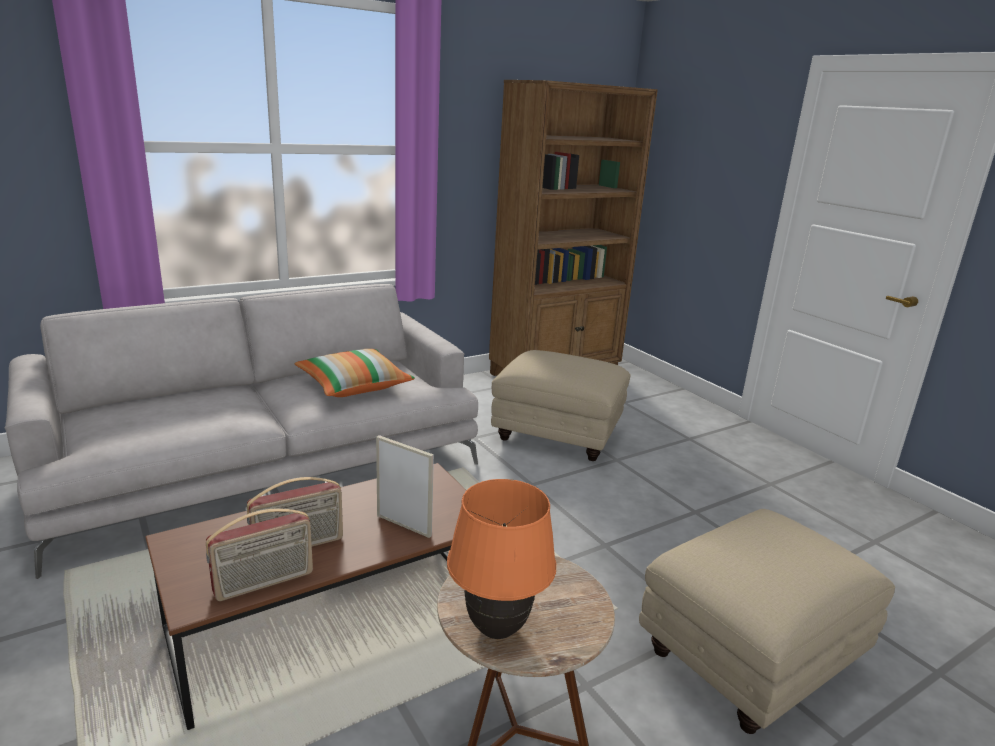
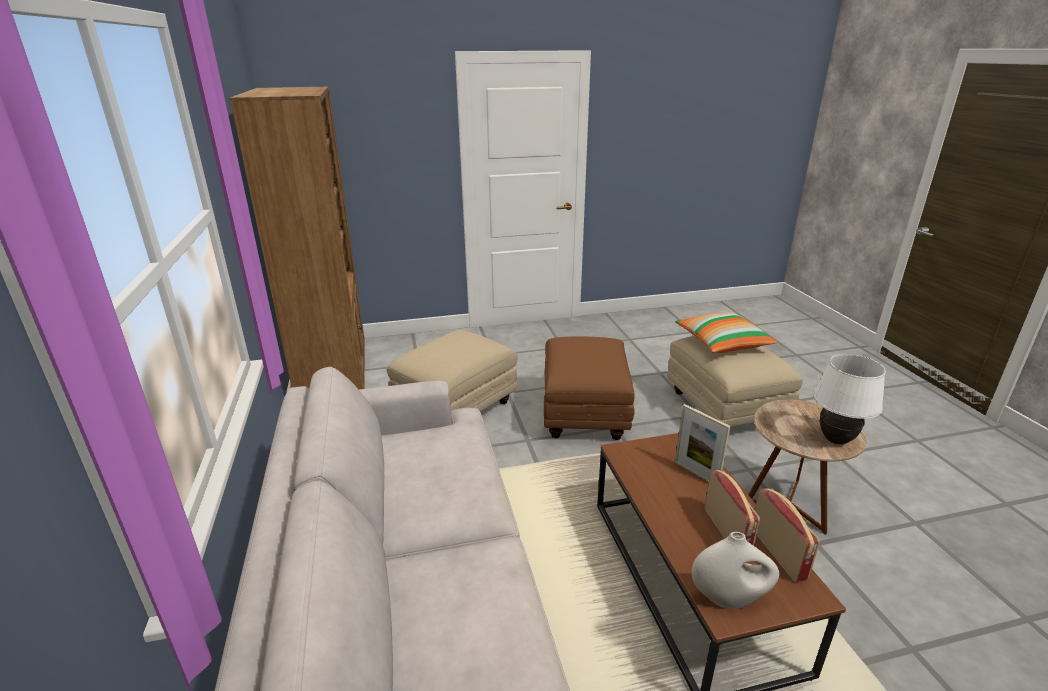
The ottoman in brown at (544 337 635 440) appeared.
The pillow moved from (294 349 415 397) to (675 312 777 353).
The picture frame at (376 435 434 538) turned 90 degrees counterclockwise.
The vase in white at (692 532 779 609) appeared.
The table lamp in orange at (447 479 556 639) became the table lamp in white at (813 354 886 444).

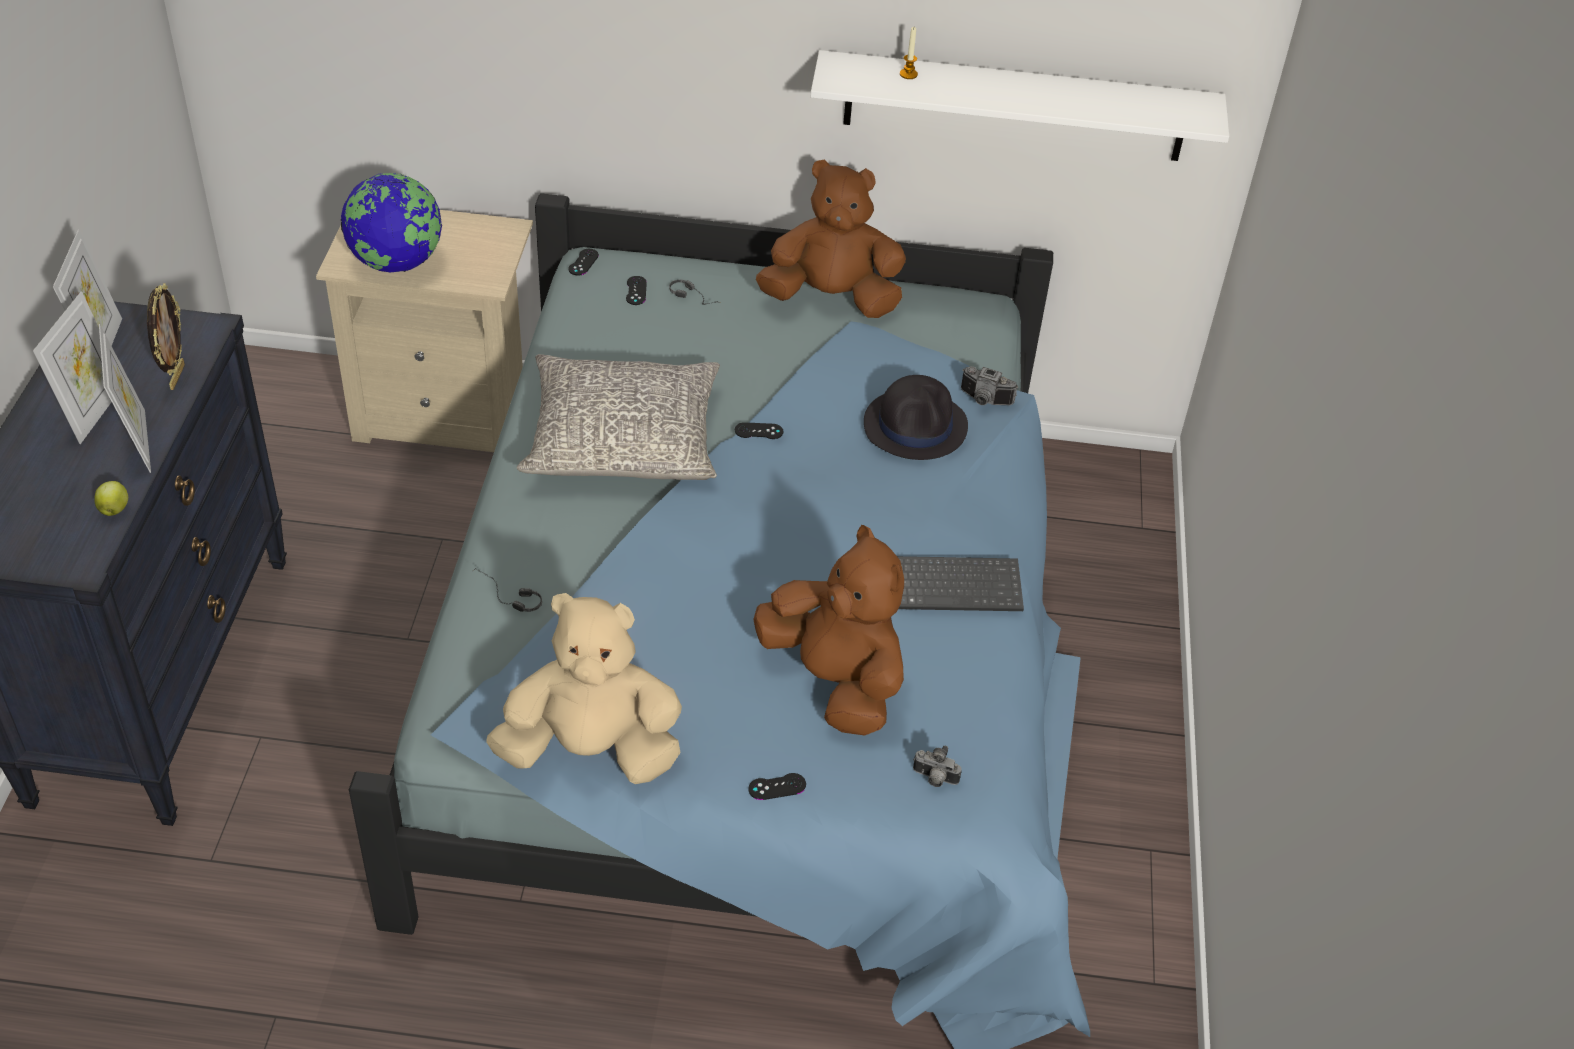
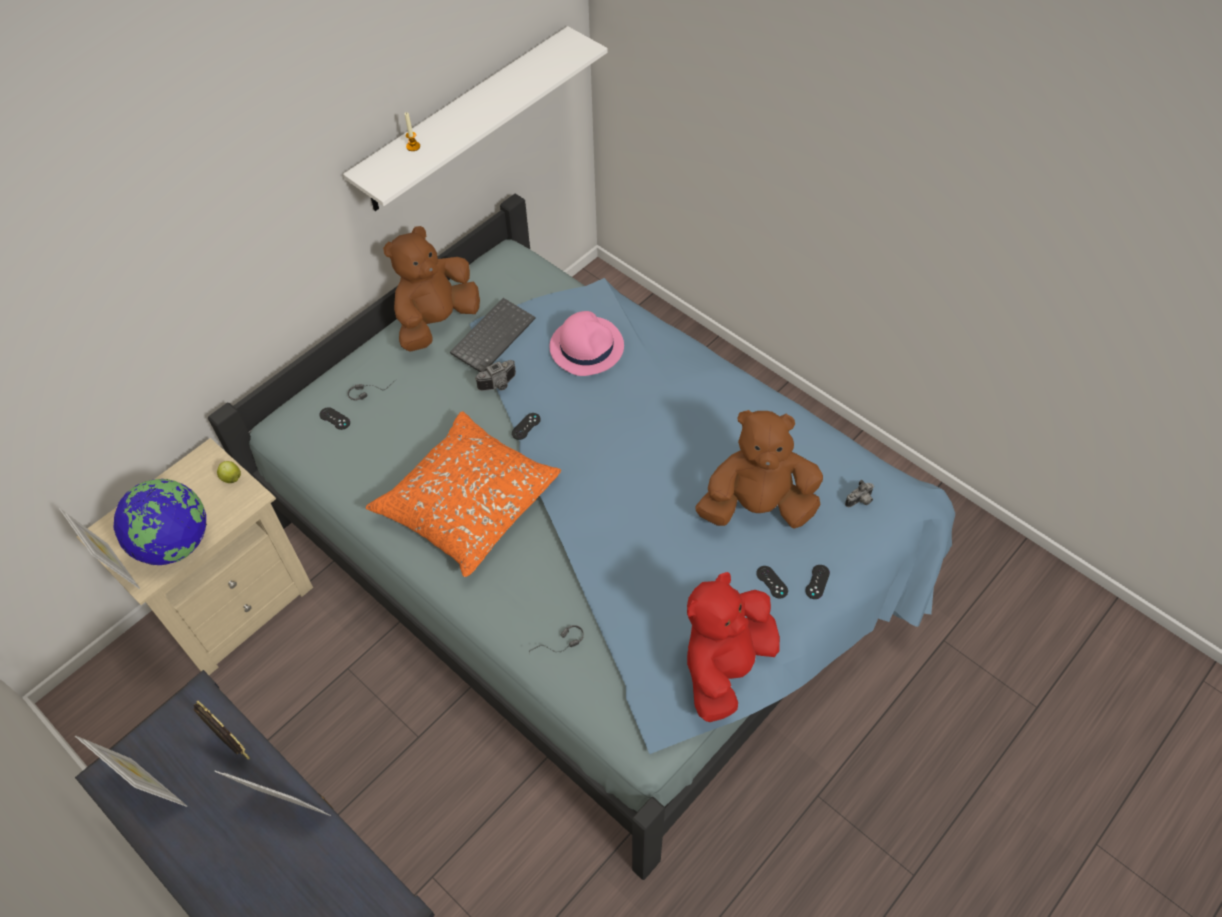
The picture frame moved from (33 291 112 444) to (59 508 140 589).
The apple moved from (94 481 128 516) to (217 461 241 483).
The pillow in grey at (517 354 720 480) became the pillow in orange at (366 411 561 577).
The keyboard moved from (897 556 1024 611) to (450 298 535 372).
The photo camera moved from (961 366 1018 405) to (475 360 516 391).
The hat in black at (864 375 968 460) became the hat in pink at (550 311 624 376).
The plush toy in beige at (486 593 682 784) became the plush toy in red at (687 572 780 722).
The game controller in black moved from (568 249 599 276) to (756 566 788 599).

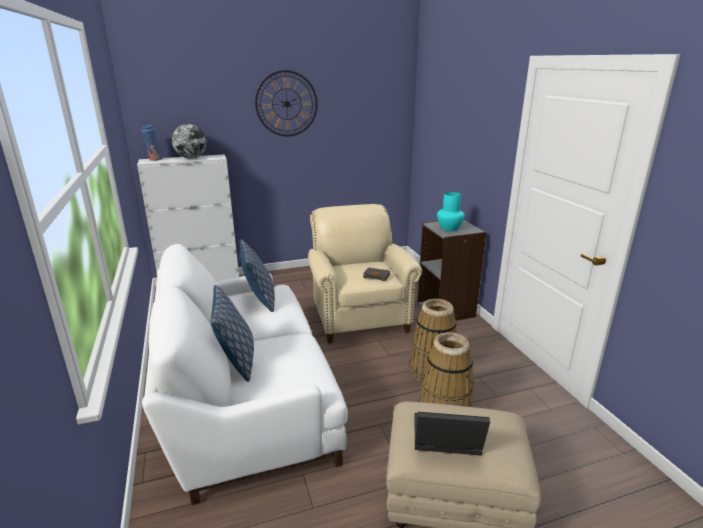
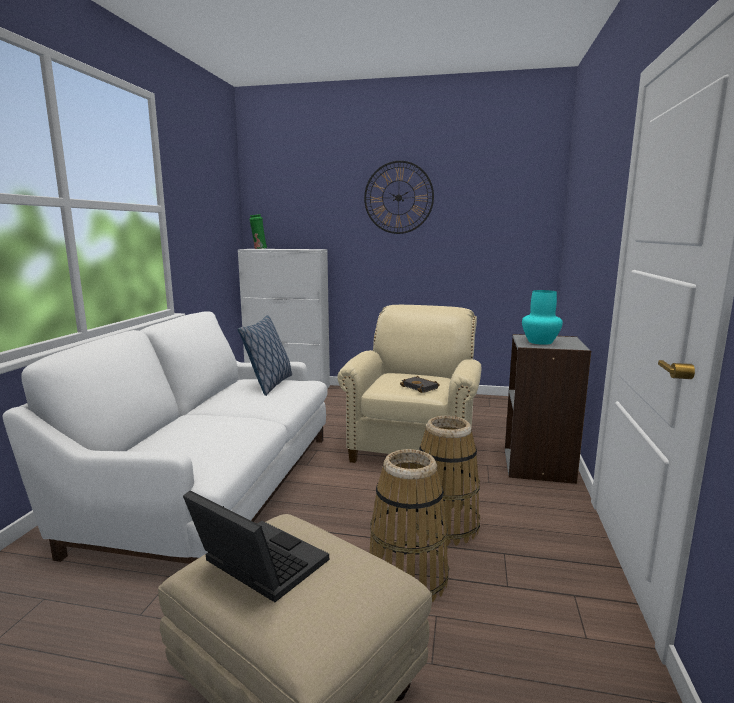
The vase in blue at (141 125 163 161) became the vase in green at (249 214 267 249).
The globe at (172 124 207 159) disappeared.
The pillow at (211 285 254 382) disappeared.

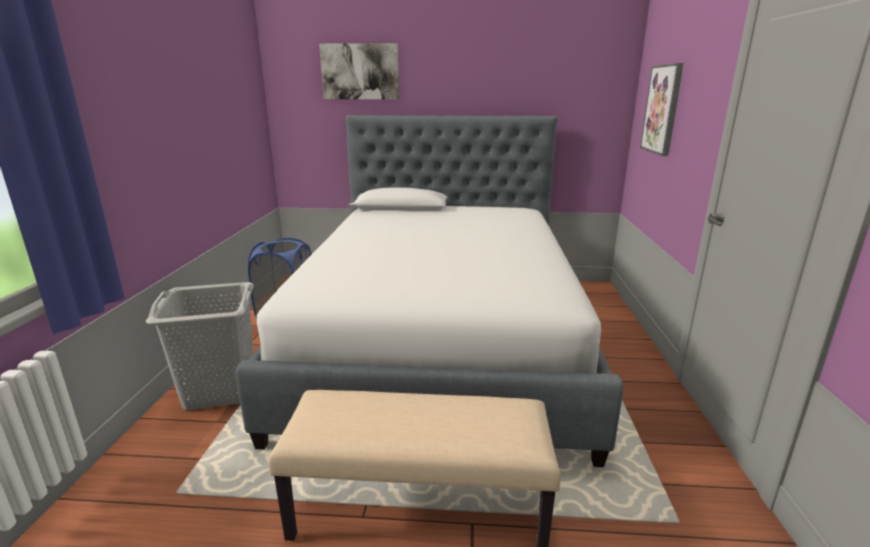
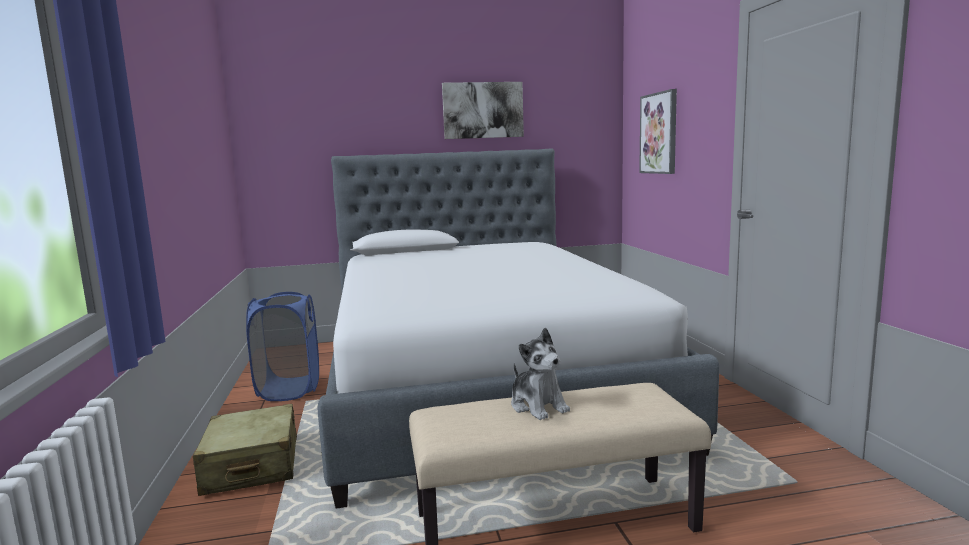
The laundry basket in grey at (146 282 254 410) was replaced by the suitcase in beige at (193 404 297 496).
The picture moved from (319 43 399 99) to (442 82 524 139).
The plush toy at (511 328 570 420) appeared.

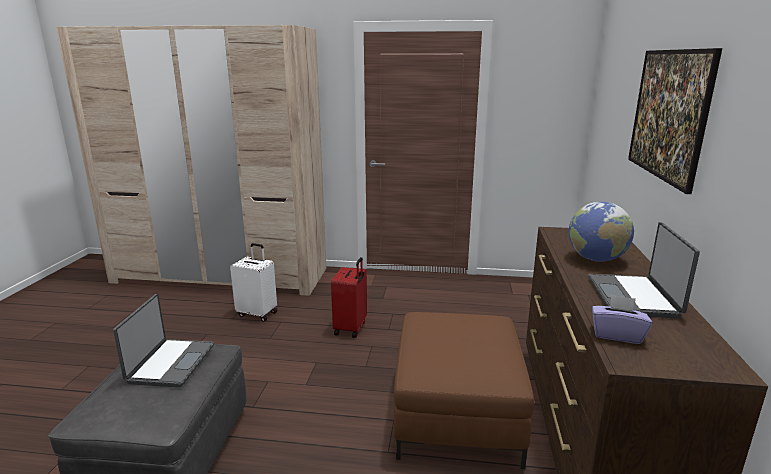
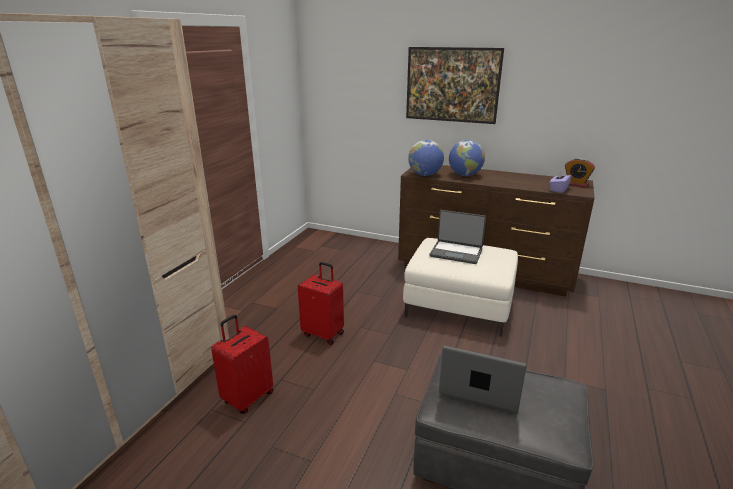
The suitcase in white at (230 243 277 322) became the suitcase in red at (211 315 273 414).
The ottoman in brown at (394 312 534 469) became the ottoman in white at (403 238 518 337).
The globe at (408 140 444 176) appeared.
The laptop moved from (588 222 700 319) to (429 210 486 264).
The alarm clock at (565 158 595 188) appeared.

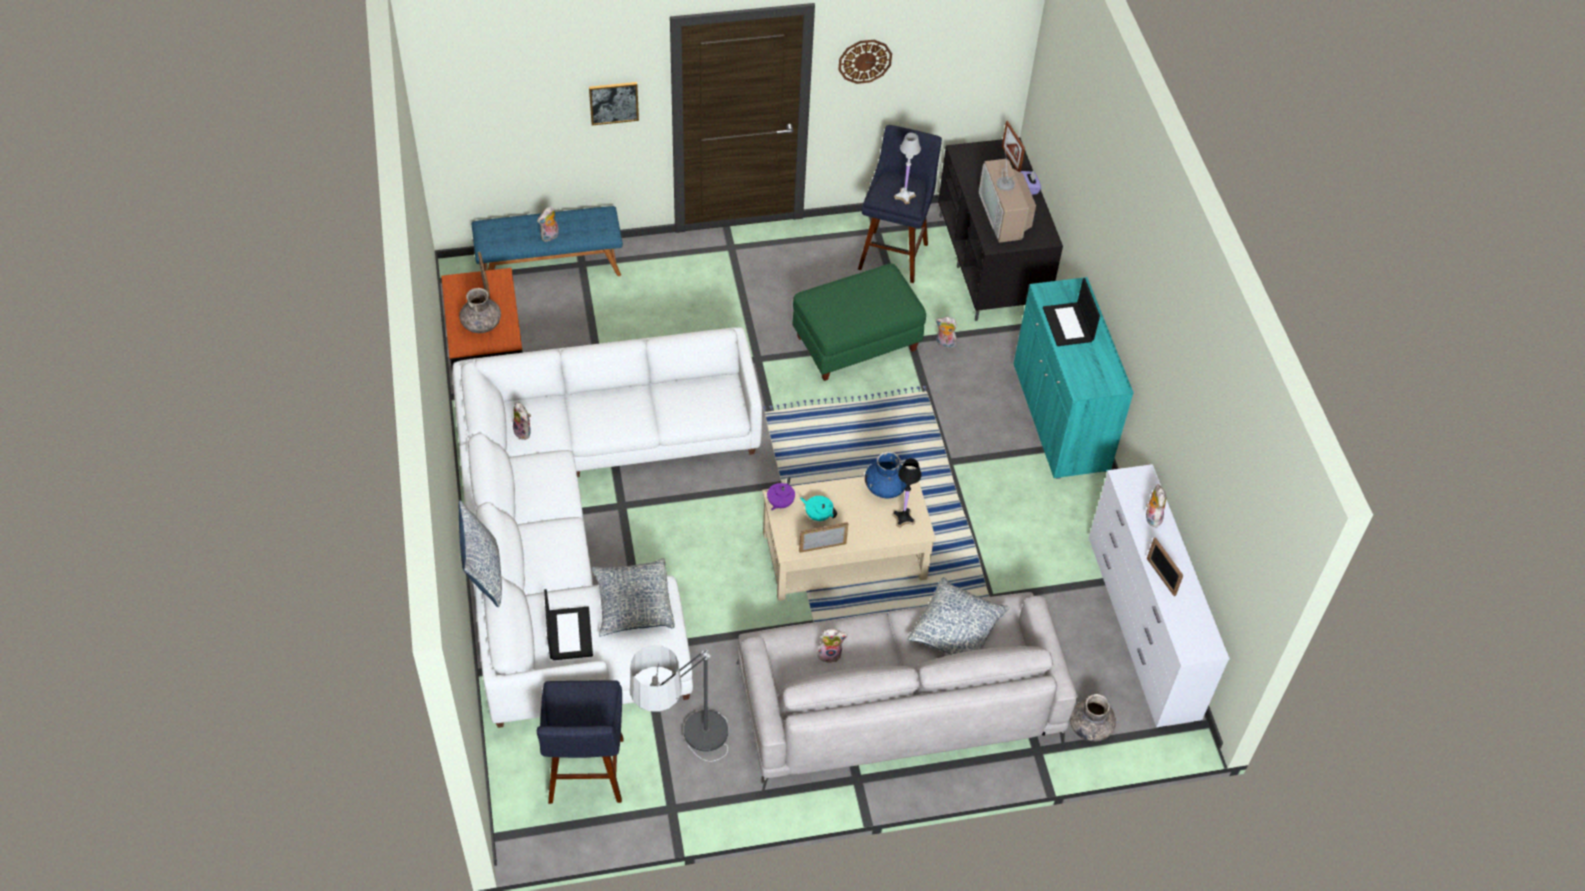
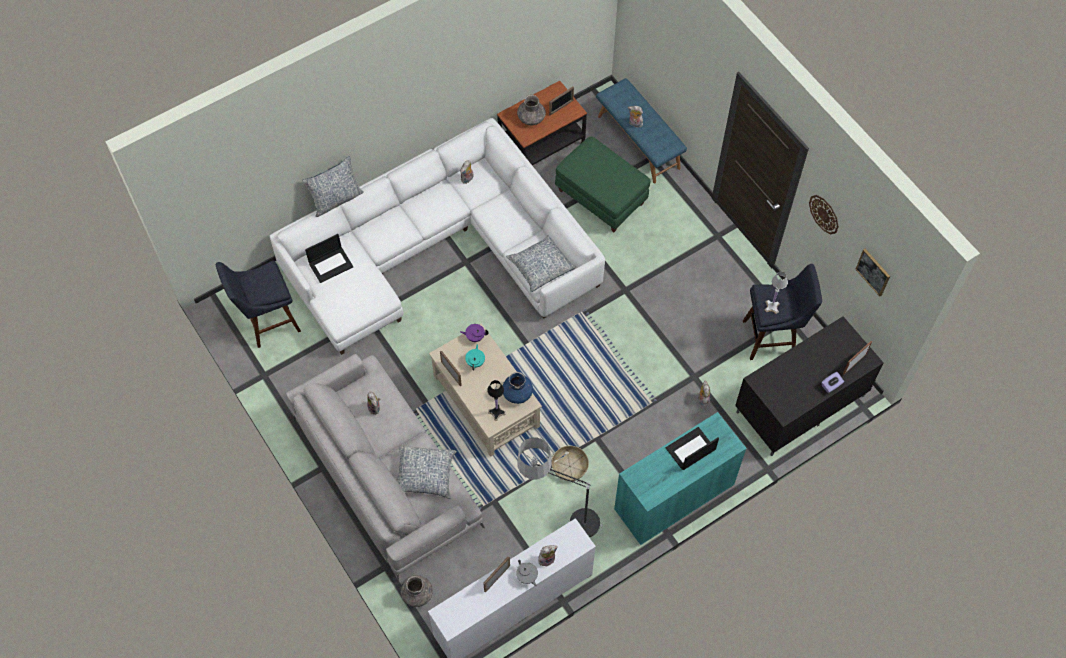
The pillow moved from (592 558 675 637) to (506 235 576 292).
The teapot in grey at (516 560 538 587) appeared.
The floor lamp moved from (630 645 728 762) to (517 438 603 537).
The basket at (551 446 589 482) appeared.
The ottoman in green moved from (793 264 926 381) to (555 136 651 232).
The picture moved from (589 82 639 125) to (855 249 890 297).
The television at (979 144 1036 243) disappeared.

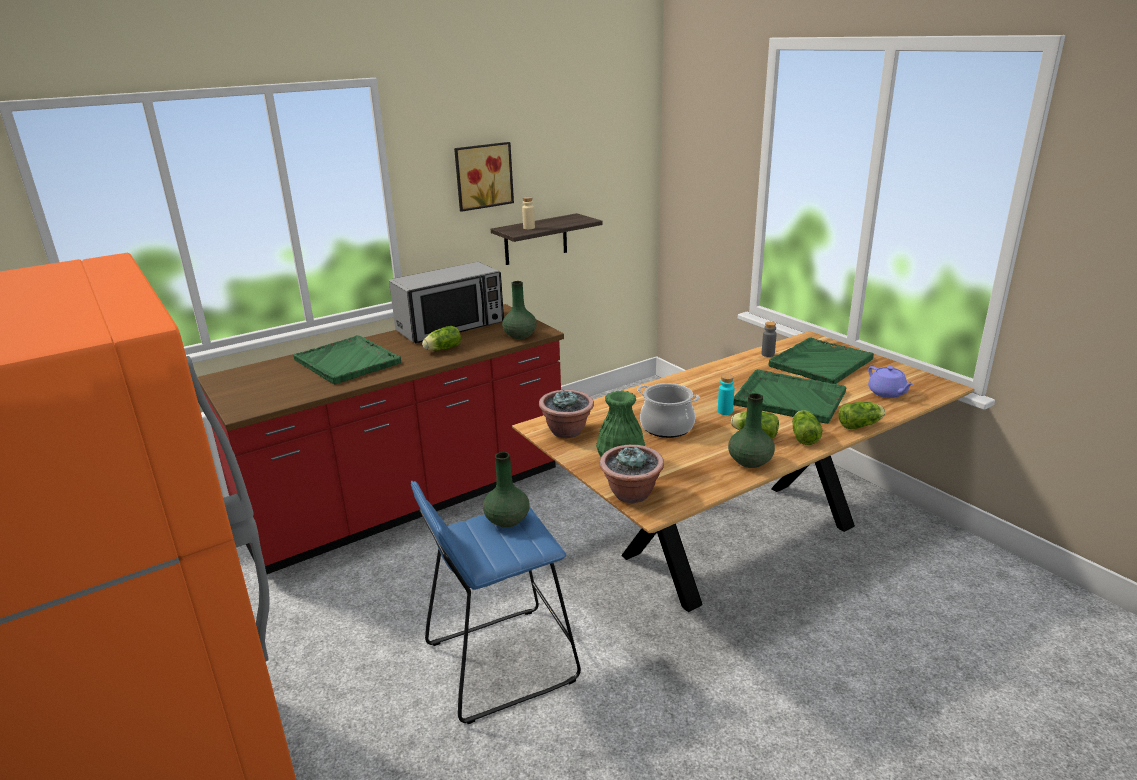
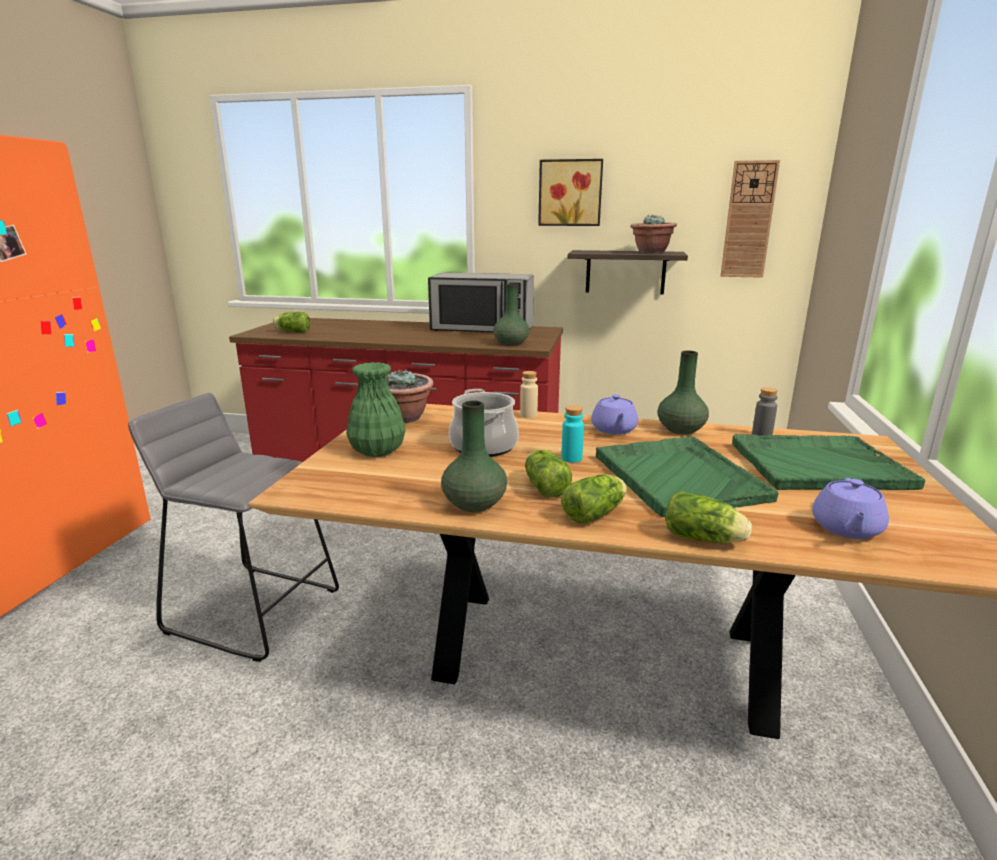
The stool in blue at (411 481 581 724) became the stool in grey at (128 393 339 662).
The lettuce moved from (422 326 461 351) to (273 312 310 333).
The bottle in beige moved from (522 197 535 229) to (520 371 538 418).
The teapot in purple at (591 394 638 435) appeared.
The potted plant moved from (600 445 664 503) to (630 215 677 254).
The vase in green moved from (483 452 530 528) to (657 350 709 435).
The wall clock at (721 160 780 278) appeared.
The tray in green at (293 335 401 384) disappeared.

